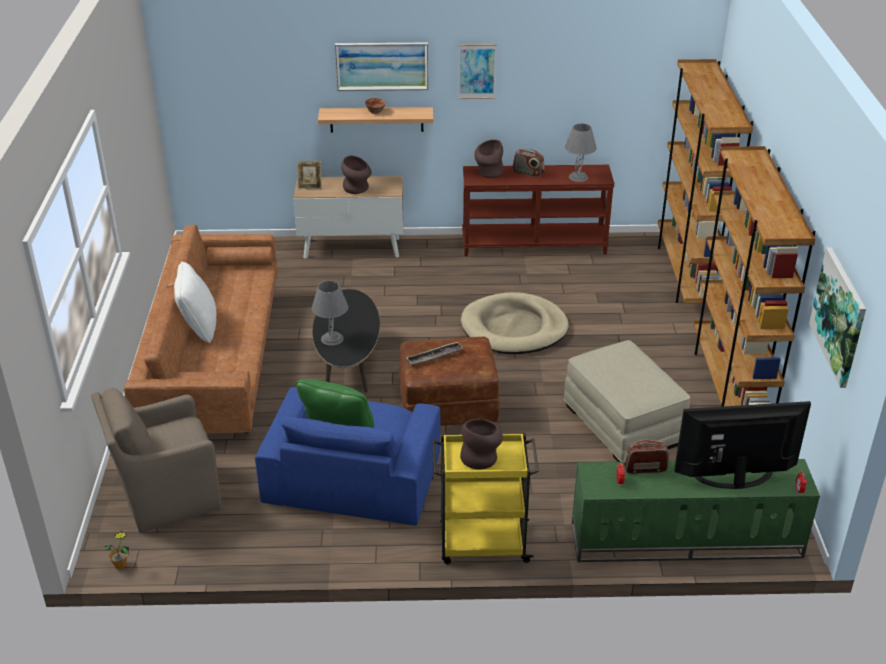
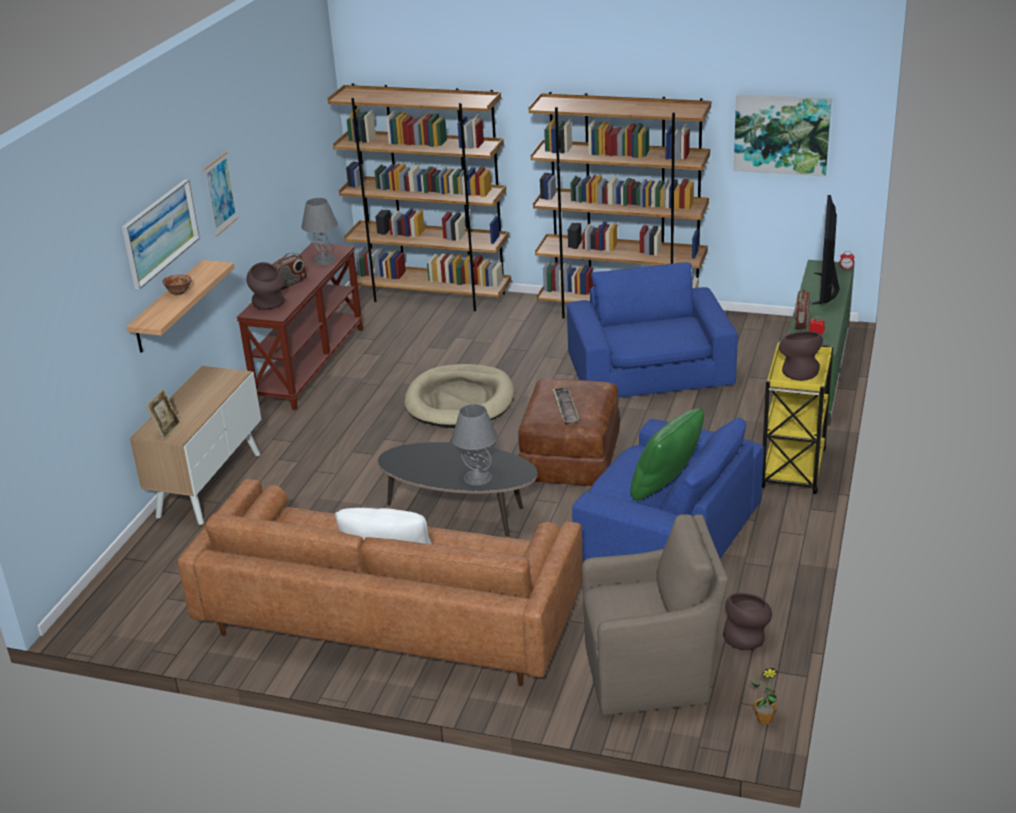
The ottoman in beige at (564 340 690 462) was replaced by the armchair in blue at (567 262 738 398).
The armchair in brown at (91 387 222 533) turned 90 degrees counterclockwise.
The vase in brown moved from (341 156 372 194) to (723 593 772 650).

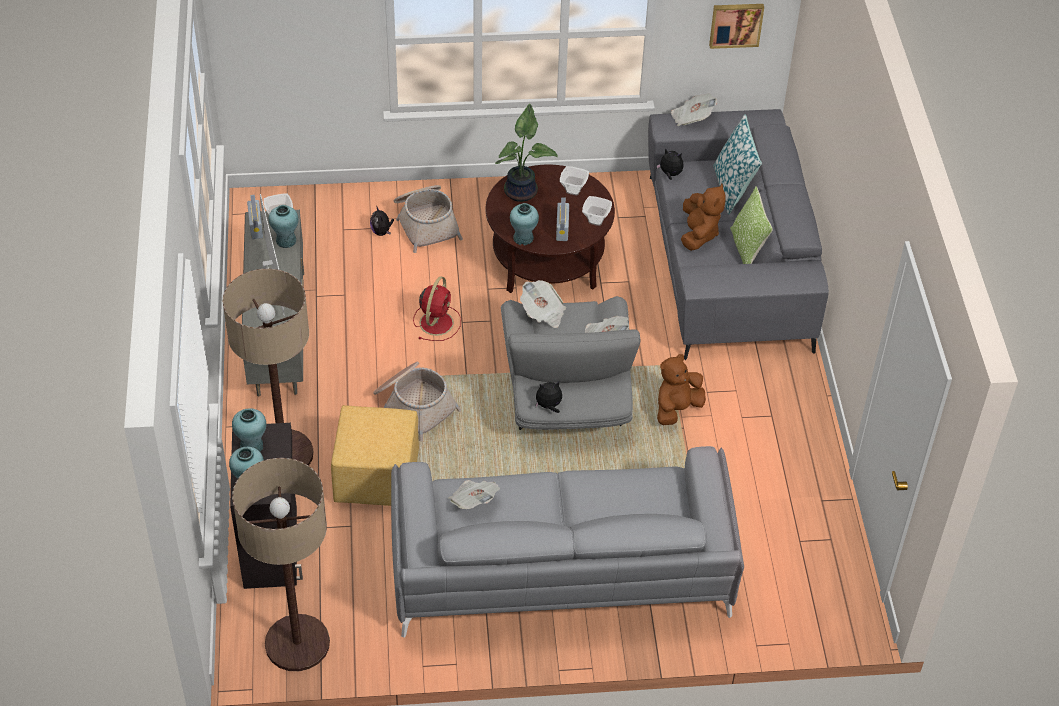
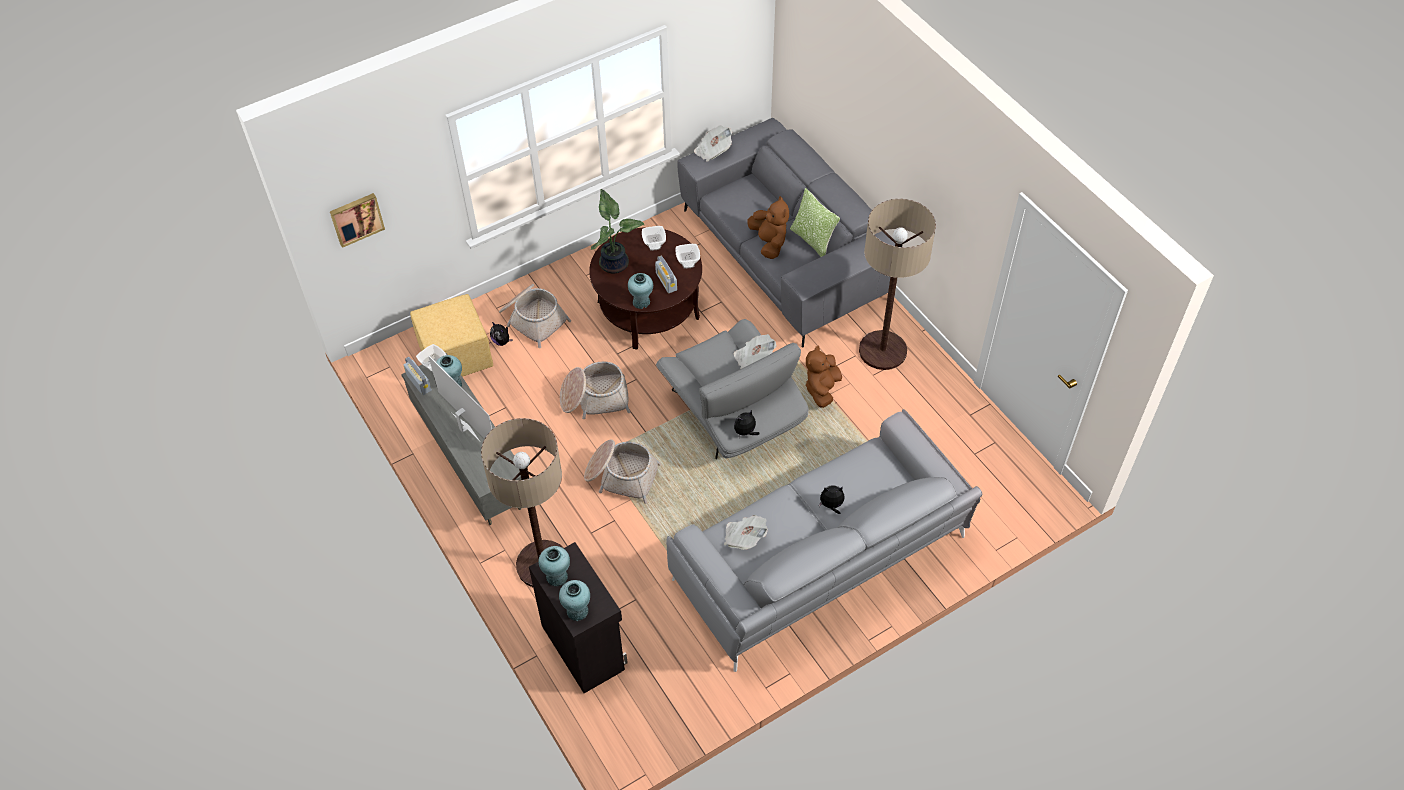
The picture moved from (709 4 764 49) to (330 193 385 248).
The ottoman in yellow moved from (331 405 419 506) to (410 294 493 377).
The fan in red at (413 276 461 341) was replaced by the basket at (560 361 630 419).
The plush toy moved from (656 148 684 180) to (819 485 845 514).
The floor lamp moved from (232 458 330 671) to (859 199 936 370).
The newspaper at (520 280 566 328) disappeared.
The pillow at (713 114 762 215) disappeared.

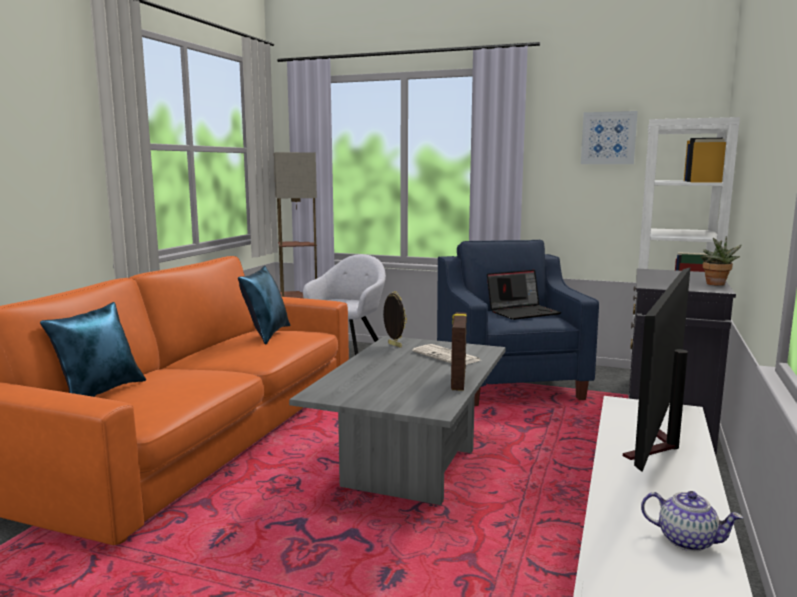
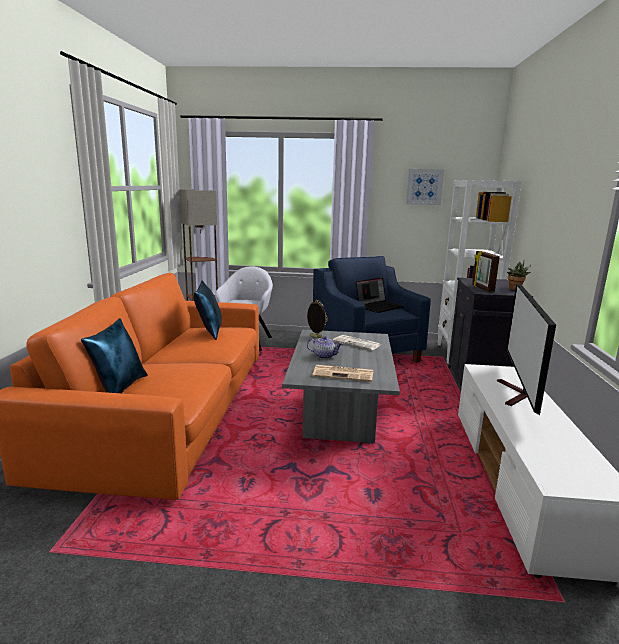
The teapot moved from (641 491 743 551) to (307 336 343 359).
The newspaper at (312 365 373 382) appeared.
The picture frame moved from (451 312 467 391) to (472 251 500 292).

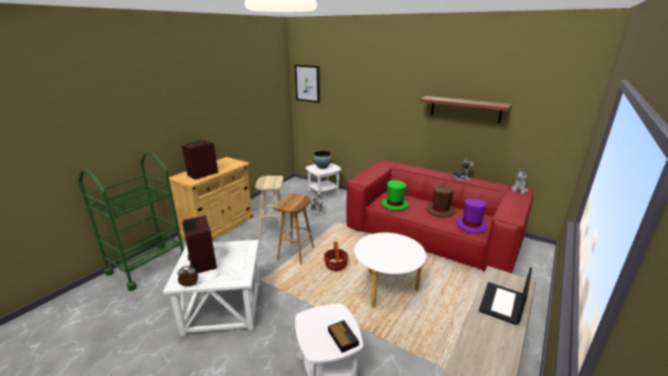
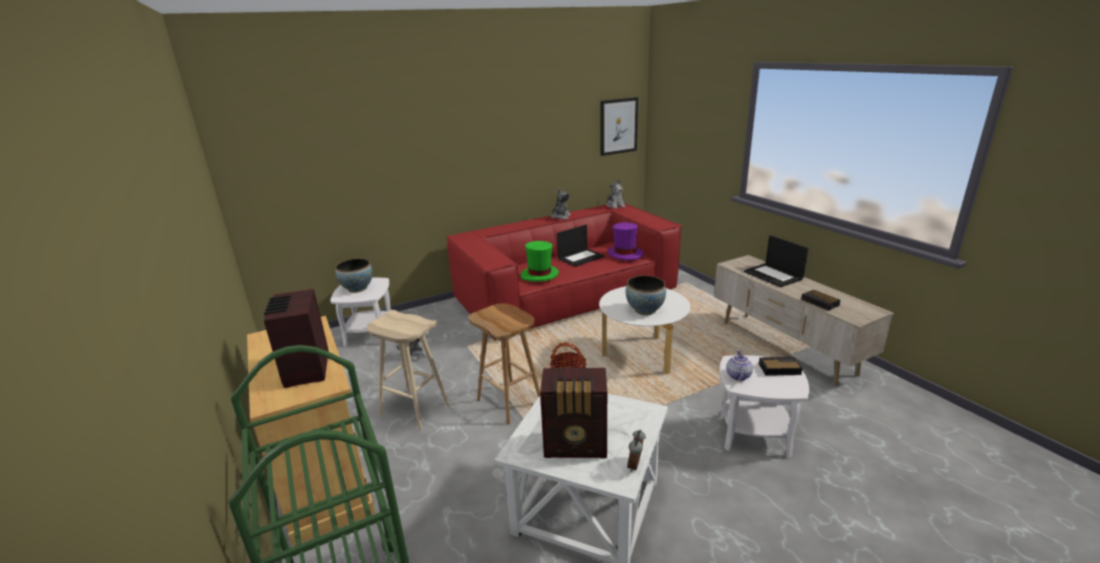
The hat in brown at (427 185 455 218) was replaced by the laptop at (557 225 604 267).
The picture moved from (295 64 320 103) to (600 97 638 156).
The bowl at (626 275 666 315) appeared.
The teapot at (726 350 753 381) appeared.
The alarm clock at (801 290 841 310) appeared.
The shelf at (420 96 512 123) disappeared.

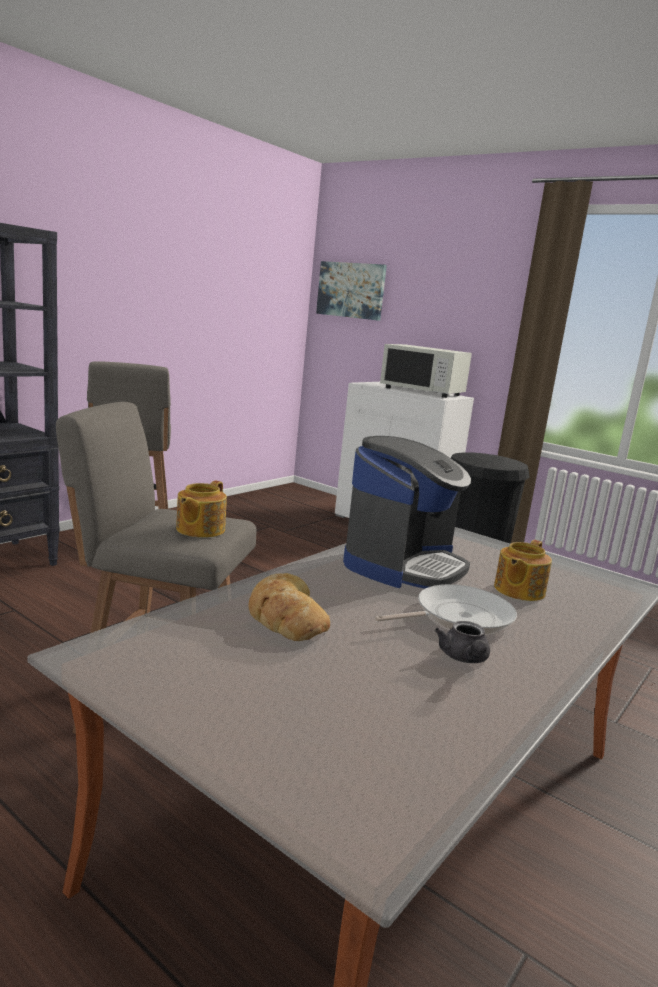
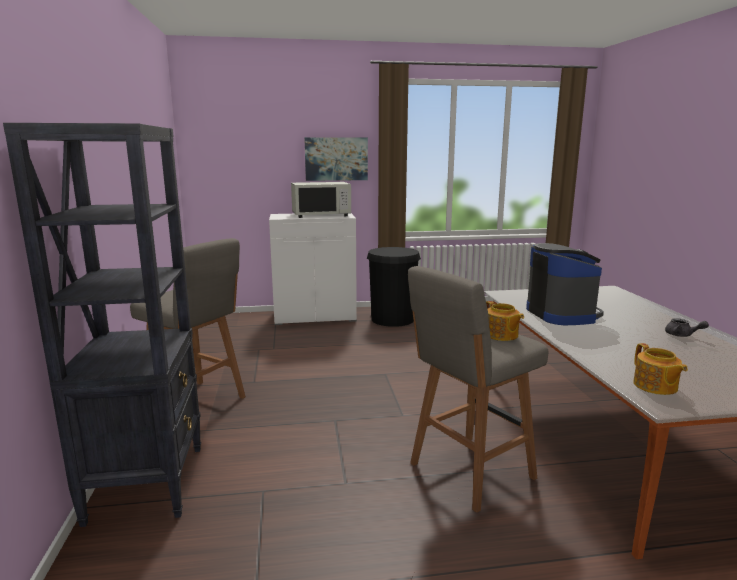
The picture moved from (316 261 387 321) to (304 137 368 181).
The teapot moved from (494 540 552 601) to (633 343 688 395).
The bread at (248 573 330 641) disappeared.
The frying pan at (375 584 517 634) disappeared.

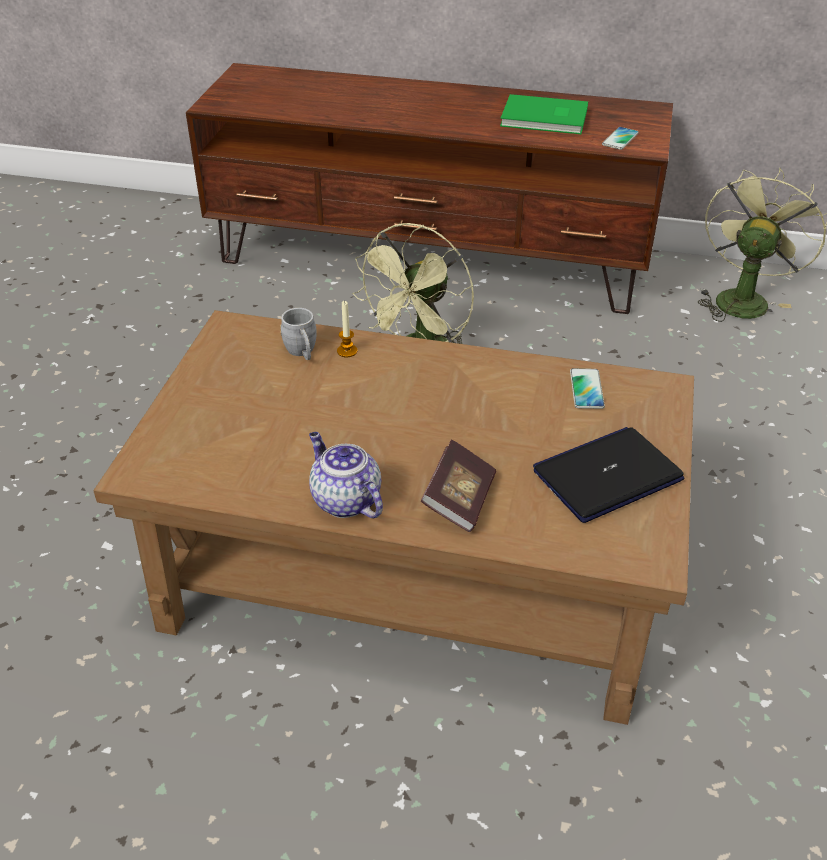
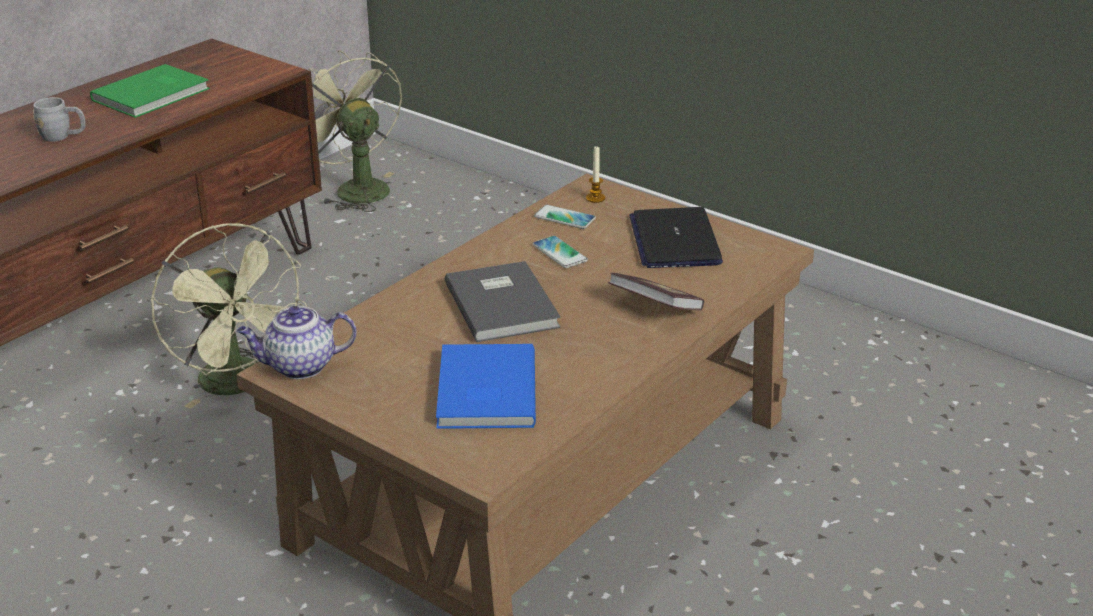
The mug in grey moved from (280 308 317 360) to (33 97 86 142).
The teapot moved from (309 432 383 518) to (237 306 357 379).
The book in blue at (436 344 536 429) appeared.
The book in grey at (445 261 561 342) appeared.
The phone moved from (602 127 639 150) to (533 236 588 268).
The candle moved from (337 301 357 357) to (586 146 605 203).

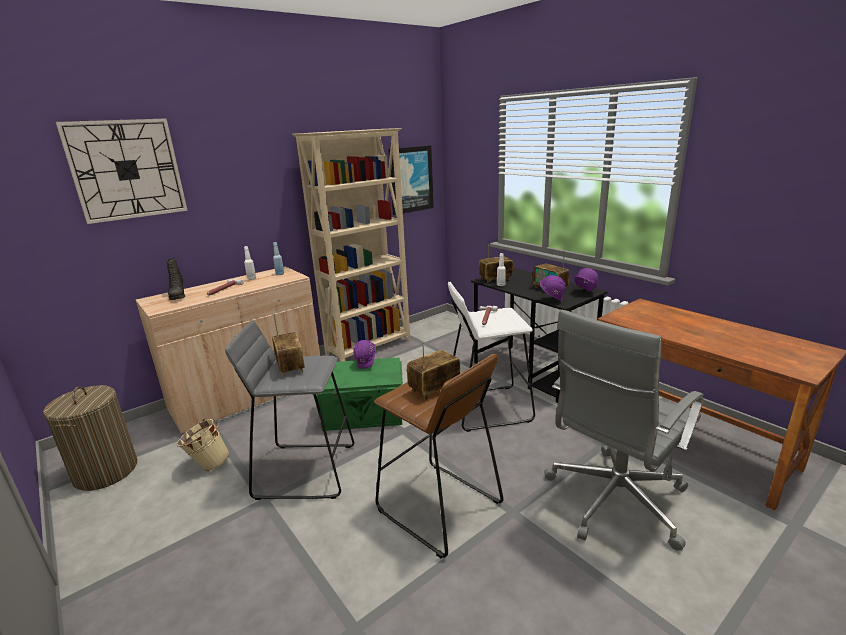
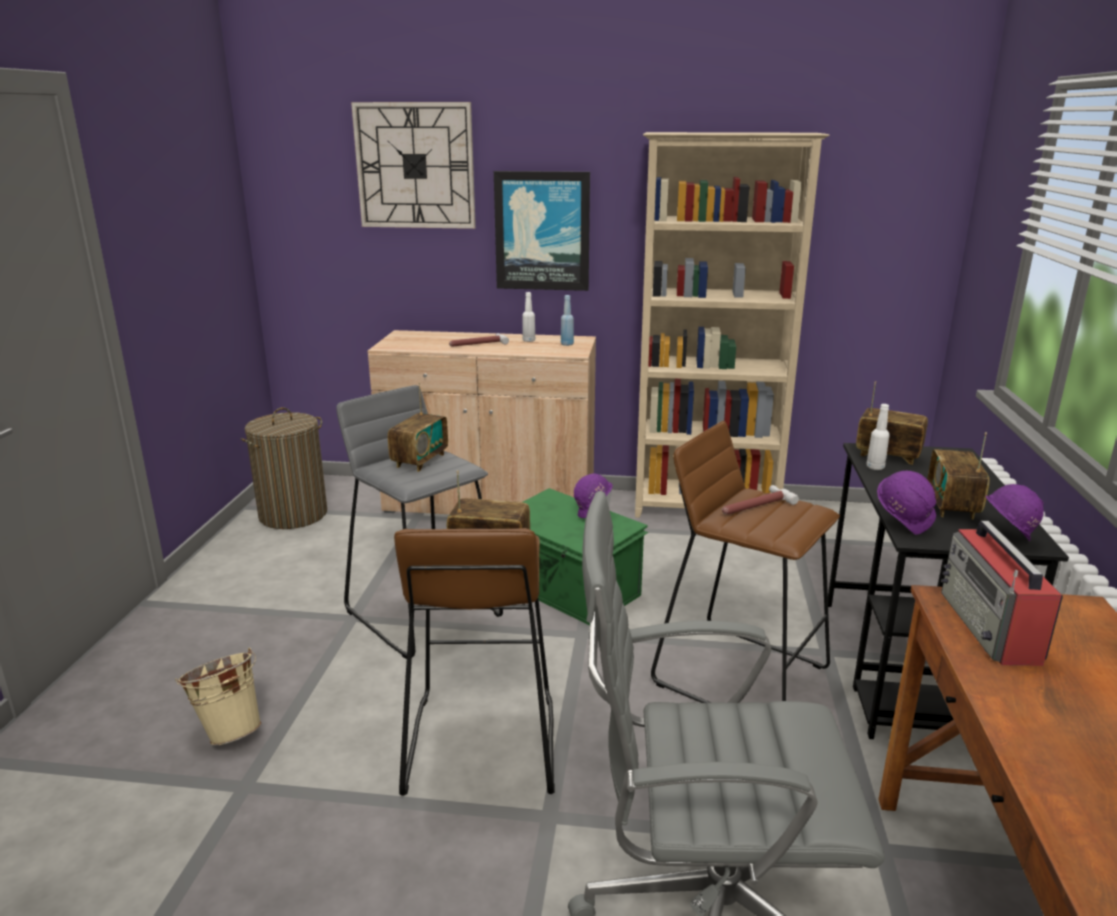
The bucket in beige moved from (177 418 230 471) to (175 648 262 745).
The picture moved from (388 145 434 215) to (494 171 590 291).
The stool in white at (448 282 535 432) became the stool in brown at (651 421 840 703).
The radio at (941 521 1063 666) appeared.
The boot in black at (167 258 185 300) disappeared.

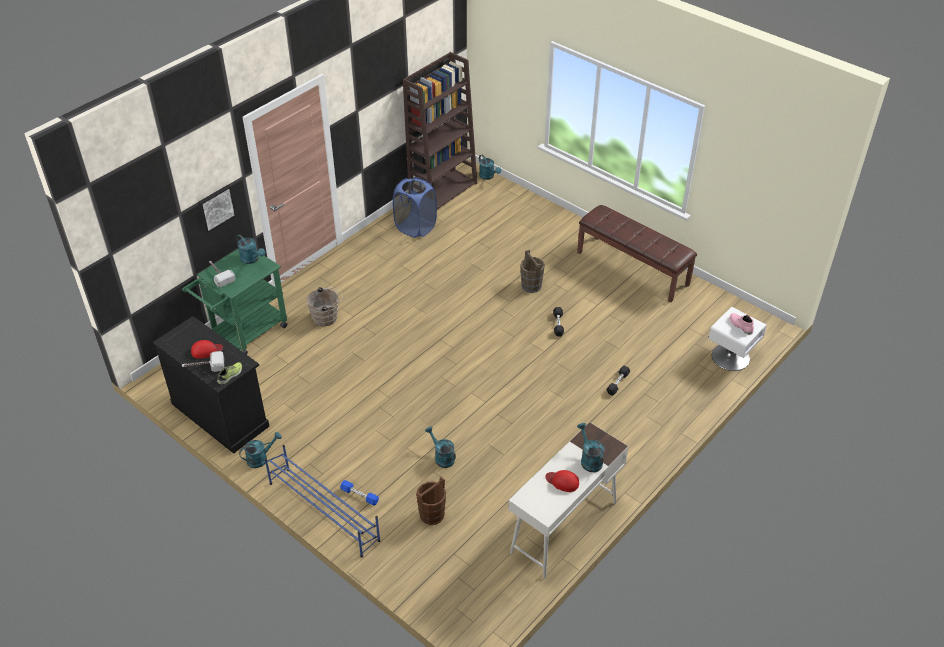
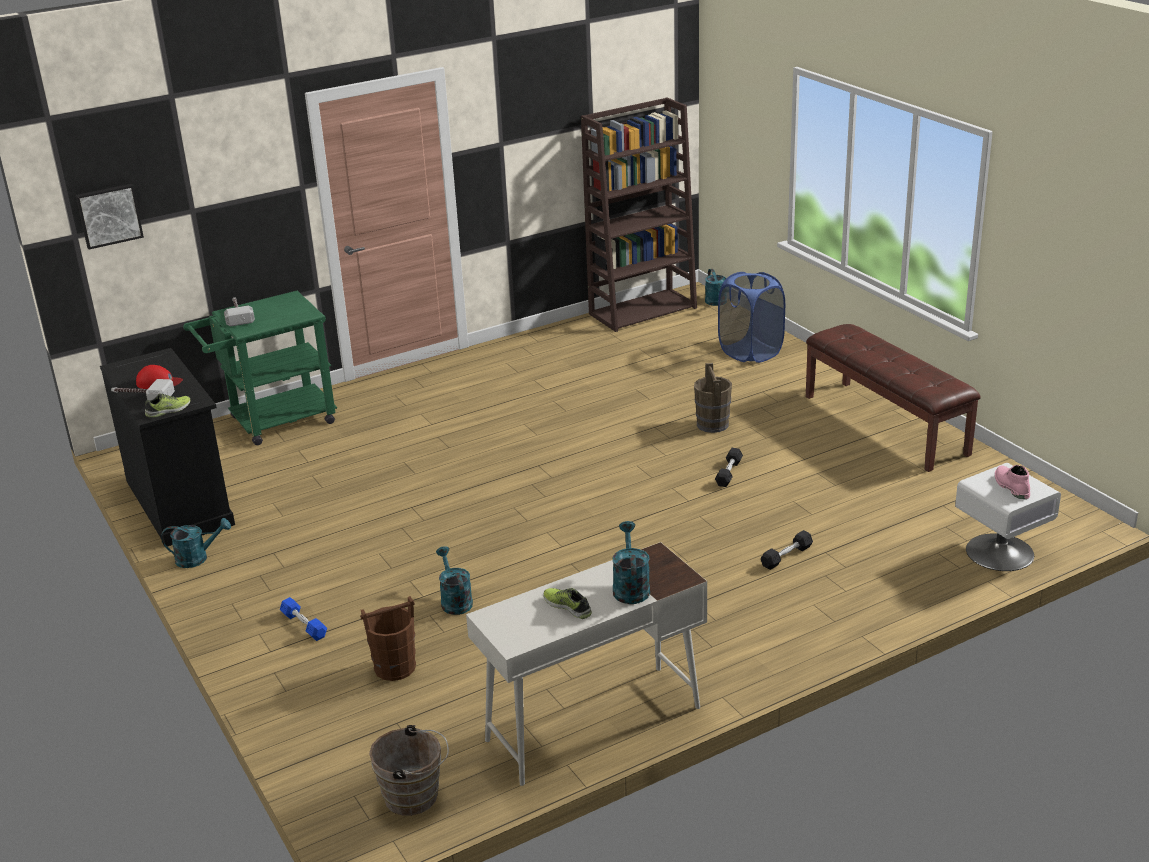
The picture moved from (198 185 236 233) to (76 184 144 250).
The bucket in brown moved from (306 287 343 327) to (369 725 449 816).
The cap in red at (545 470 579 492) was replaced by the shoe at (543 588 592 619).
The laundry basket in blue moved from (393 177 437 238) to (718 272 785 363).
The watering can in turquoise at (236 234 265 264) disappeared.
The shoe rack in blue at (265 445 380 558) disappeared.

